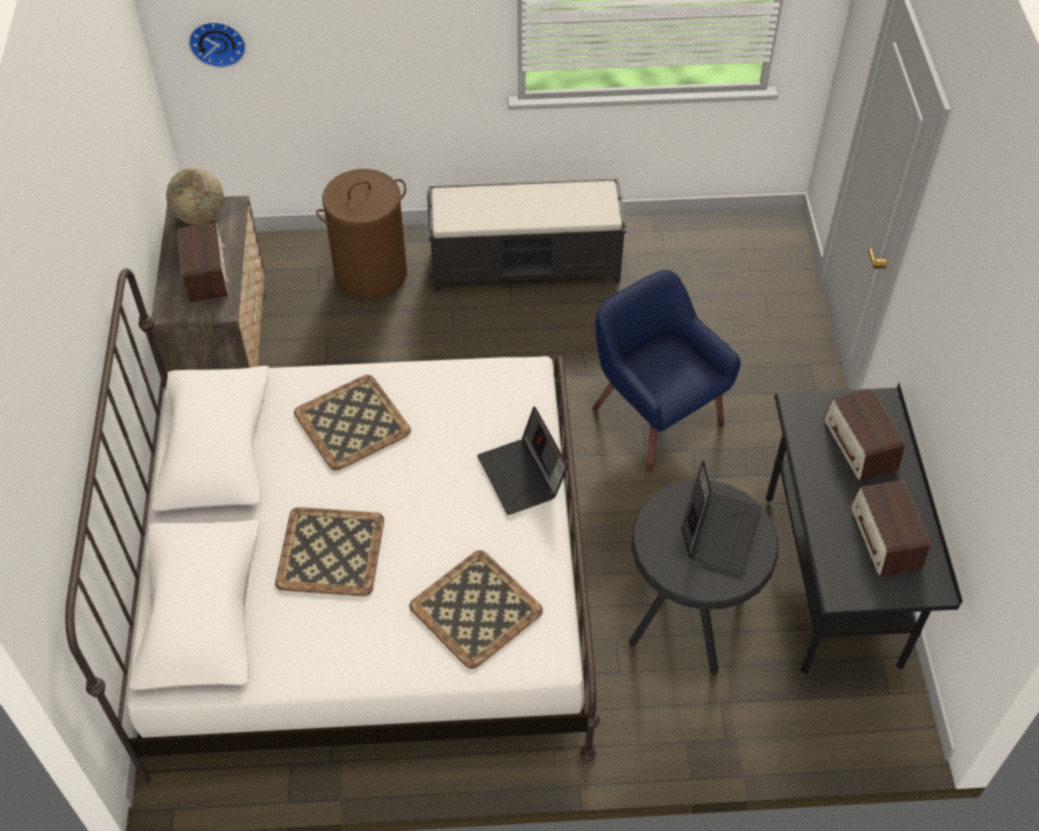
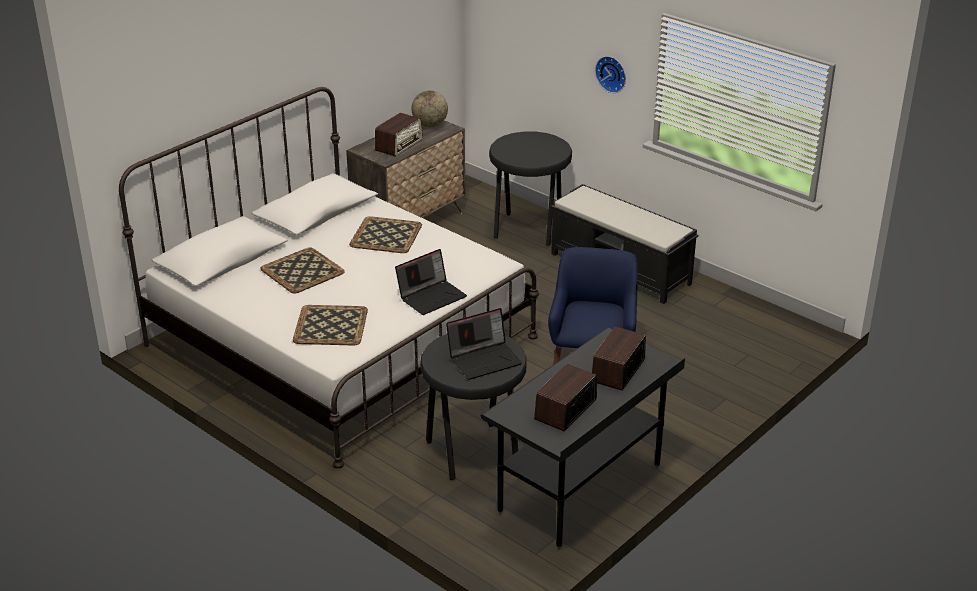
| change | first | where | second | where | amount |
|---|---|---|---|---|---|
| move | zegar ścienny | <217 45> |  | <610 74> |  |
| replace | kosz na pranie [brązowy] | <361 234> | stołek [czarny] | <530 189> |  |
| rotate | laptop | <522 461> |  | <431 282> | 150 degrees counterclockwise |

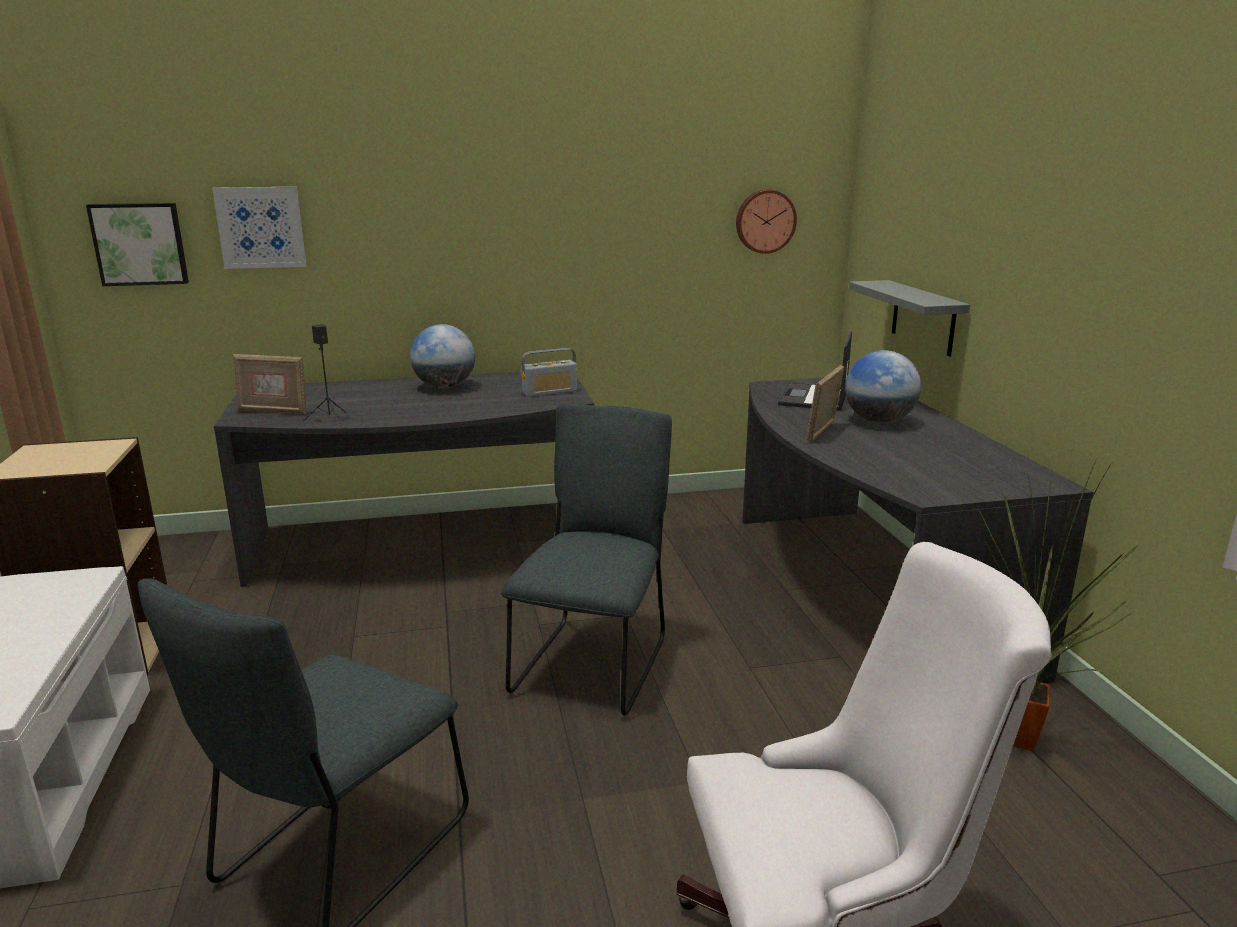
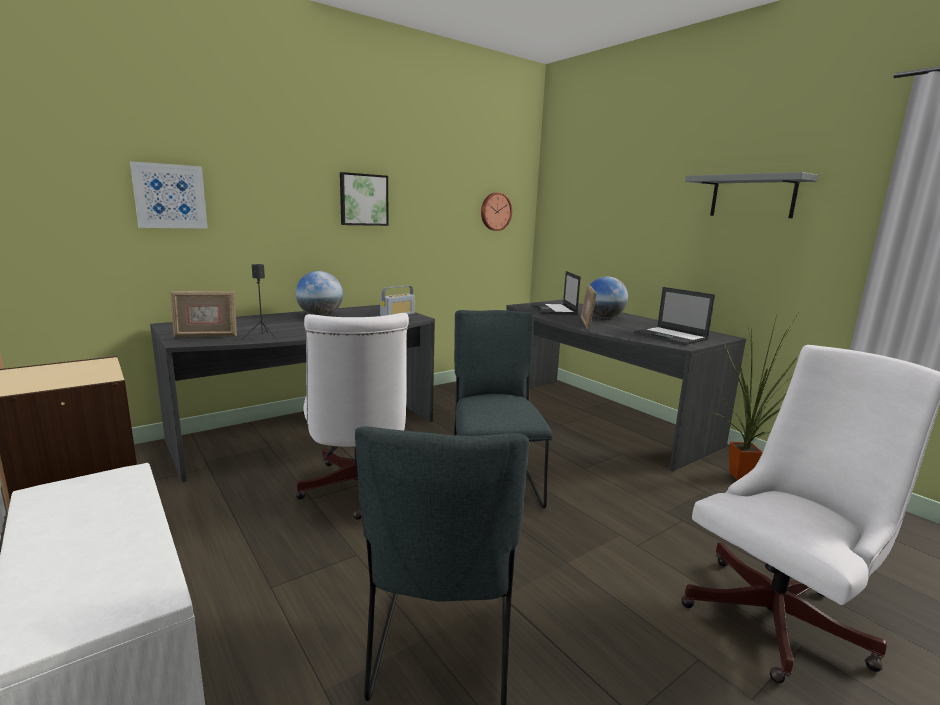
| change | first | where | second | where | amount |
|---|---|---|---|---|---|
| move | obraz | <137 244> |  | <364 199> |  |
| move | półka [szary] | <909 318> |  | <751 195> |  |
| insert |  |  | krzesło biurowe [biały] | <352 416> |  |
| insert |  |  | laptop | <674 316> |  |

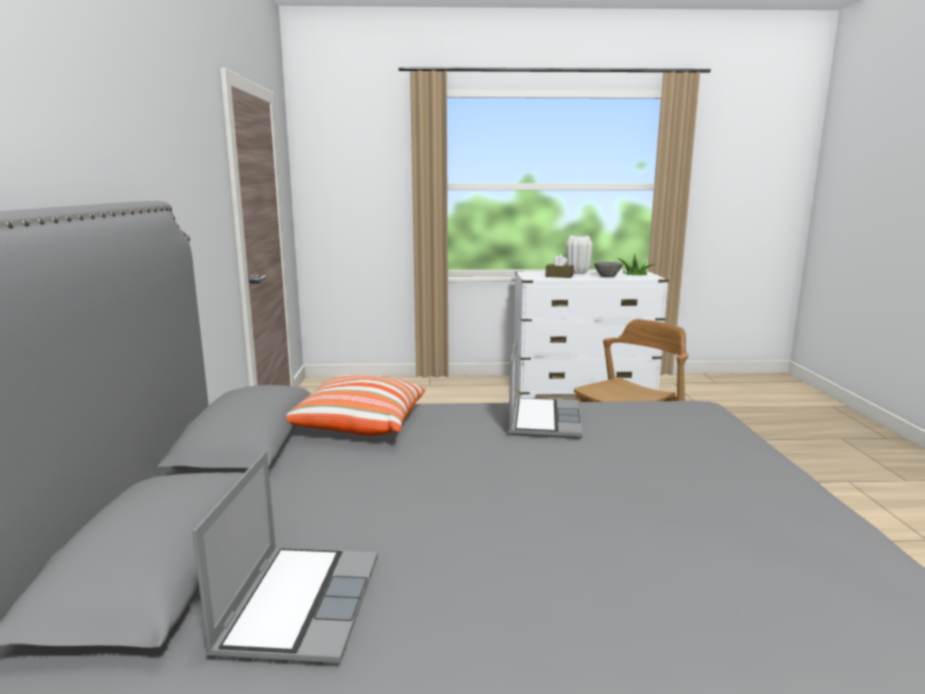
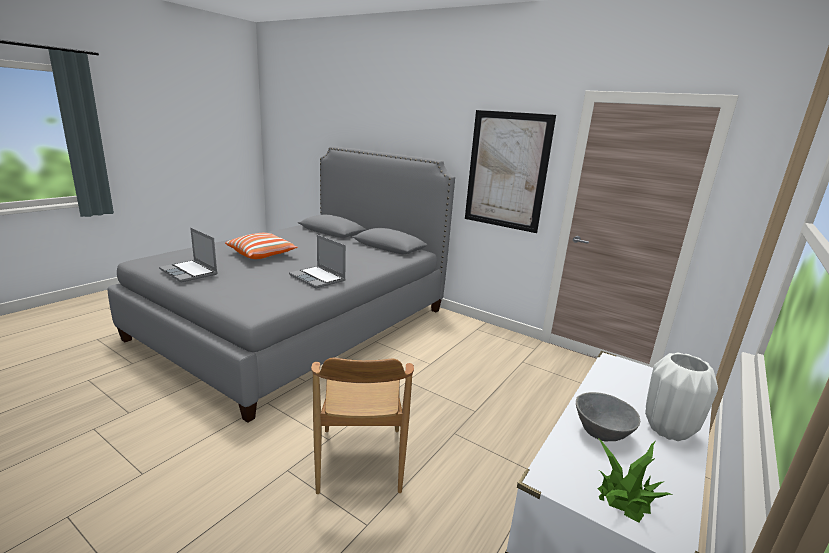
| change | first | where | second | where | amount |
|---|---|---|---|---|---|
| move | laptop | <285 557> |  | <188 255> |  |
| move | poduszka | <355 405> |  | <261 246> |  |
| delete | pudełko chusteczek [brązowy] | <560 266> |  |  |  |
| insert |  |  | obraz | <510 171> |  |

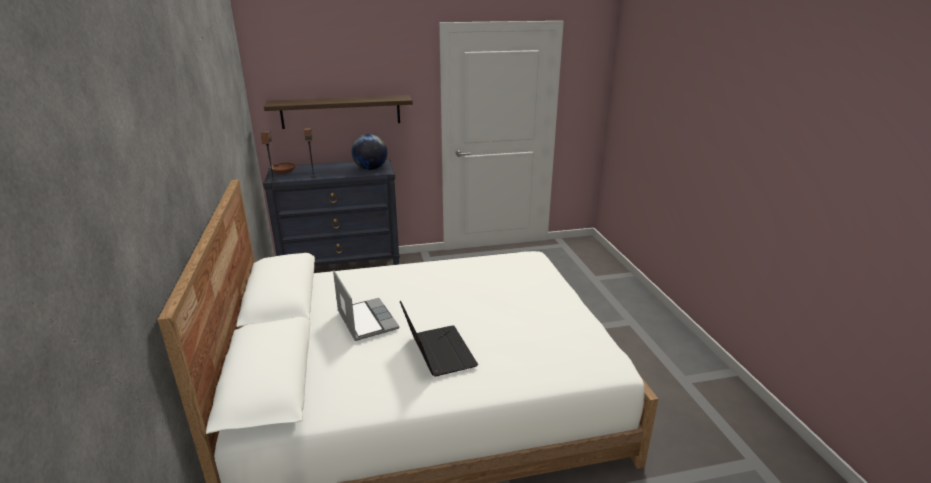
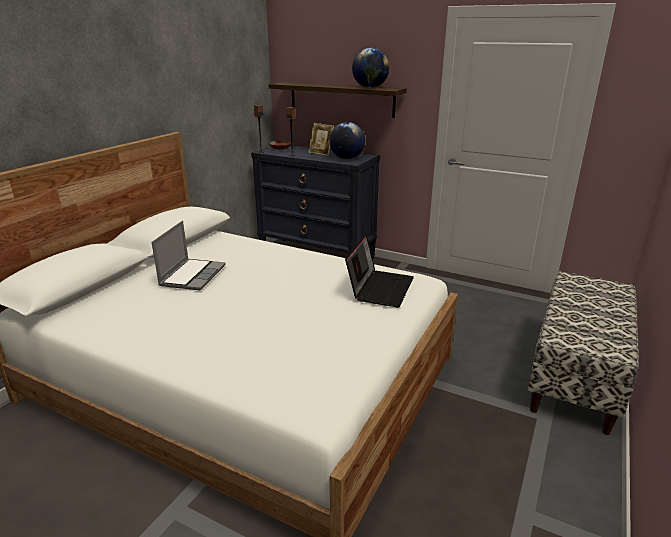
| change | first | where | second | where | amount |
|---|---|---|---|---|---|
| move | laptop | <439 338> |  | <379 271> |  |
| insert |  |  | ramka na zdjęcie | <321 139> |  |
| insert |  |  | globus | <371 67> |  |
| insert |  |  | ławka | <583 353> |  |

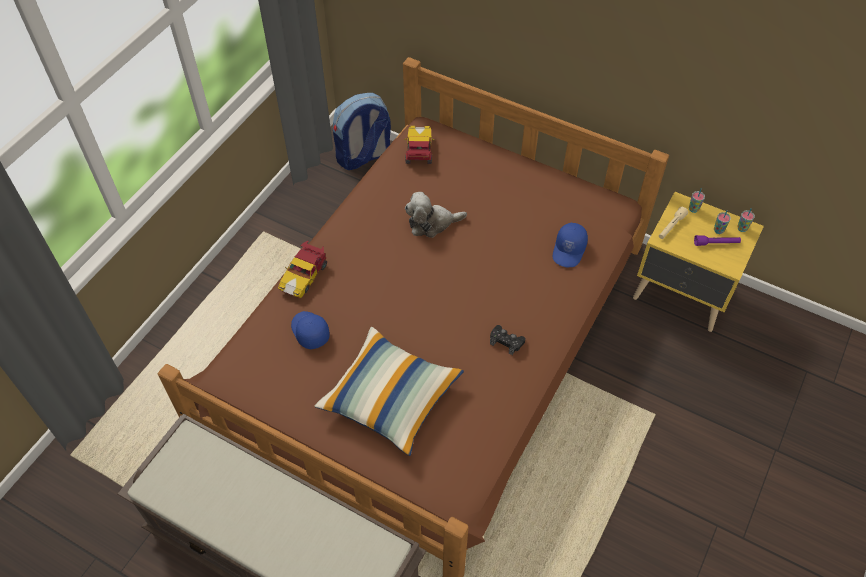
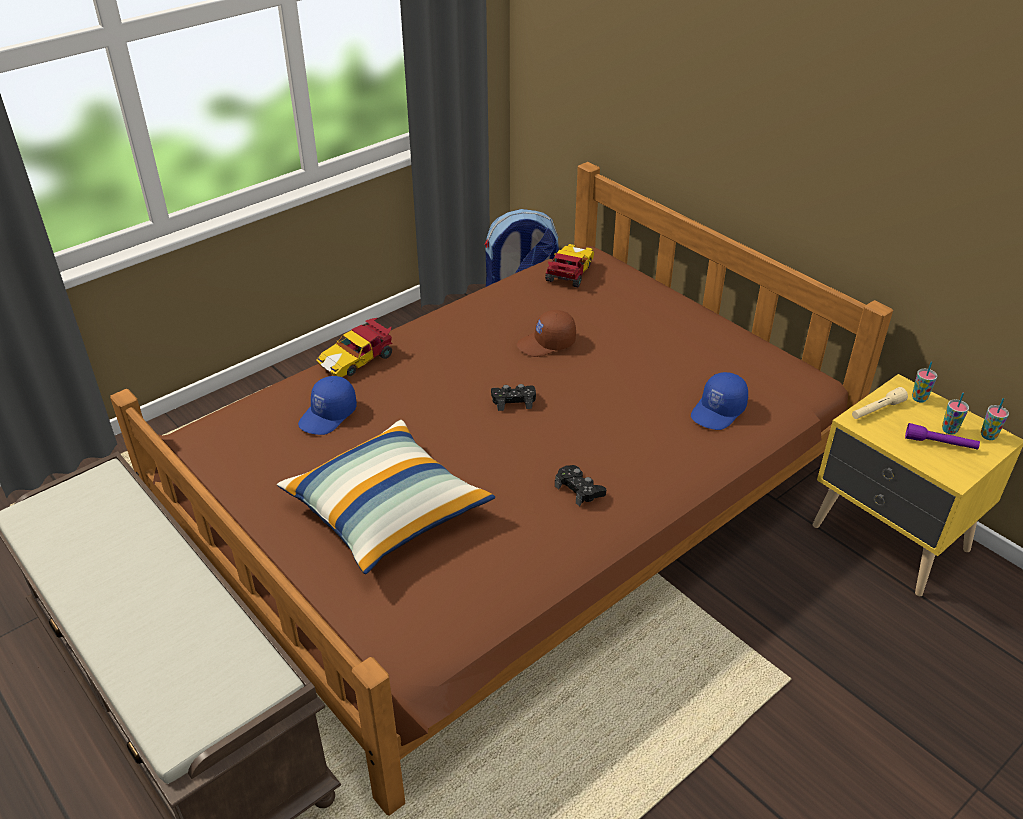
| change | first | where | second | where | amount |
|---|---|---|---|---|---|
| rotate | czapka z daszkiem [niebieski] | <310 330> |  | <327 405> | 135 degrees counterclockwise |
| replace | pluszak | <436 215> | czapka z daszkiem [brązowy] | <546 333> |  |
| insert |  |  | pad do gier [czarny] | <513 397> |  |

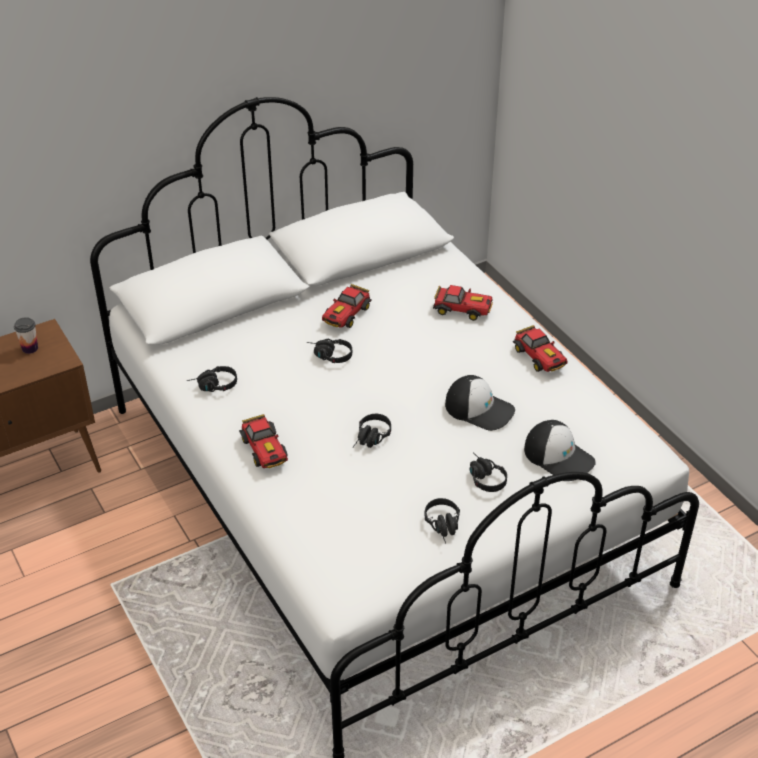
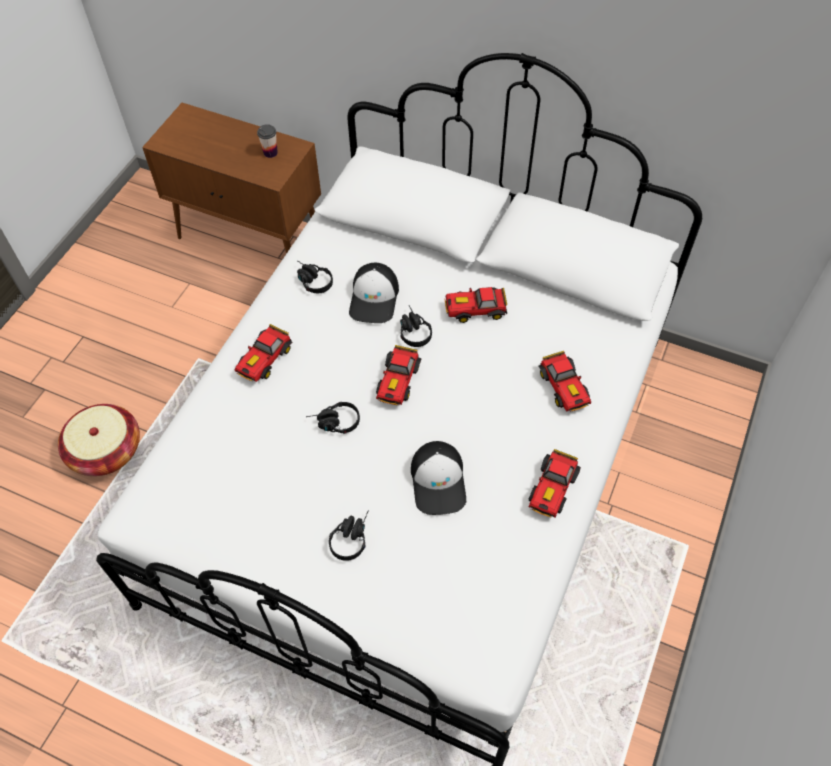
| change | first | where | second | where | amount |
|---|---|---|---|---|---|
| delete | słuchawki [czarny] | <442 521> |  |  |  |
| move | czapka z daszkiem | <560 450> |  | <374 293> |  |
| insert |  |  | koszyk | <99 440> |  |
| insert |  |  | samochodzik | <399 375> |  |

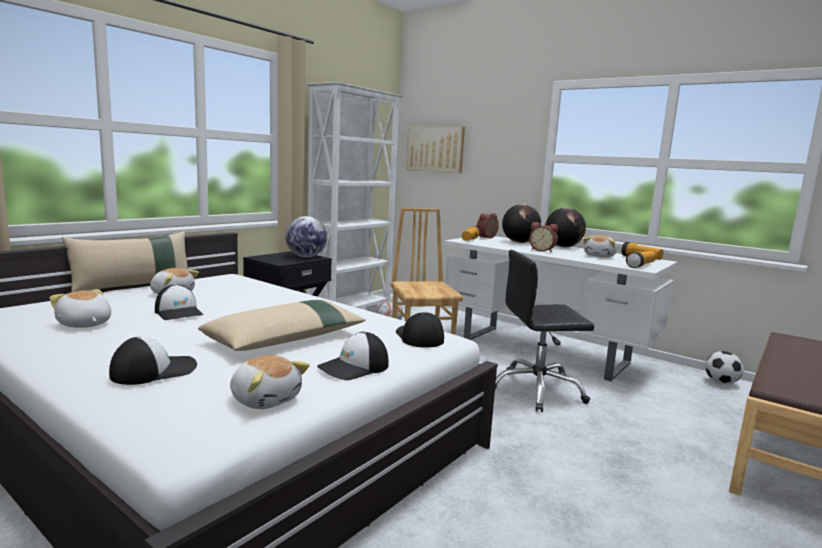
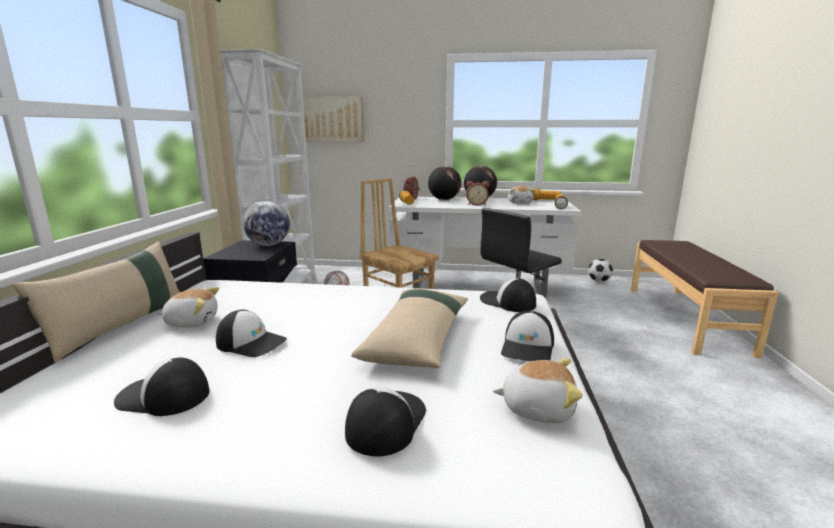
| change | first | where | second | where | amount |
|---|---|---|---|---|---|
| replace | pluszak | <80 308> | czapka z daszkiem | <162 387> |  |

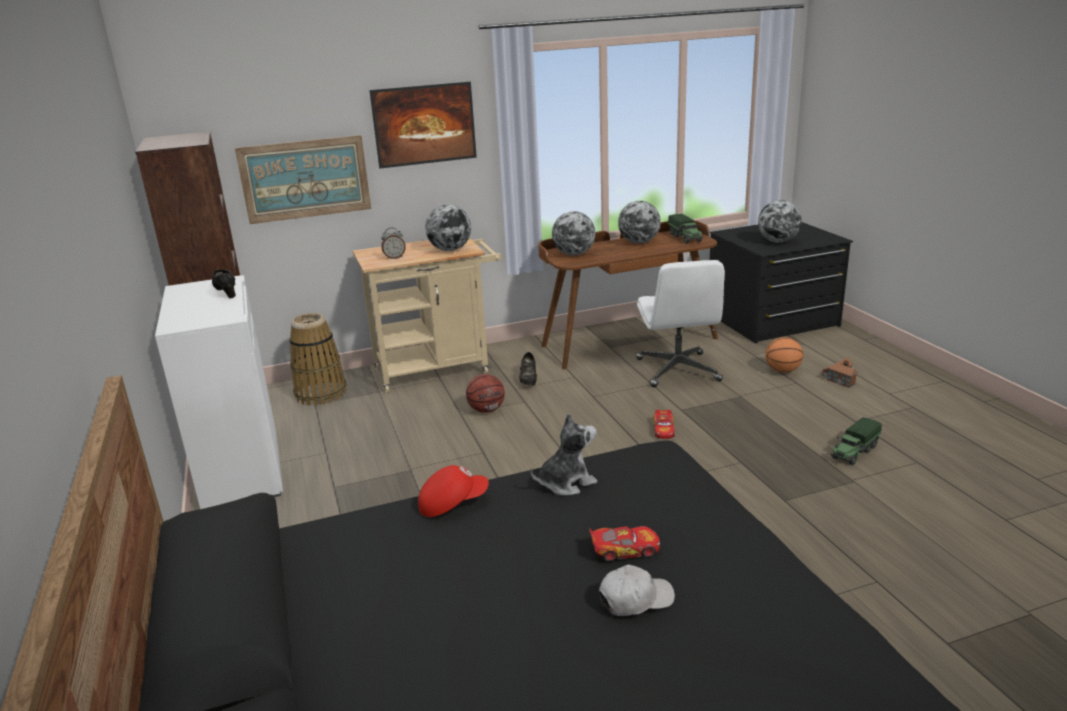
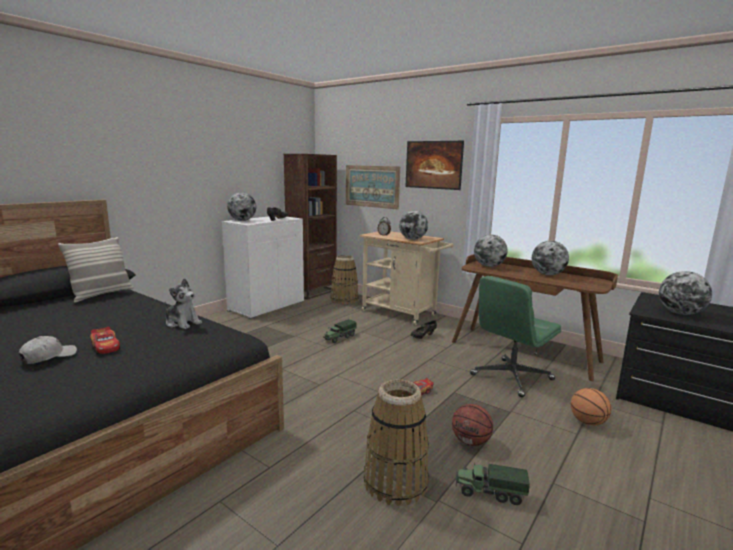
| change | first | where | second | where | amount |
|---|---|---|---|---|---|
| delete | czapka z daszkiem [czerwony] | <453 491> |  |  |  |
| move | piłka do koszykówki | <485 393> |  | <472 425> |  |
| rotate | czapka z daszkiem [biały] | <637 590> |  | <48 350> | 90 degrees counterclockwise |
| recolor | krzesło biurowe [biały] | <680 323> | krzesło biurowe [zielony] | <515 336> |  |
| move | ciężarówka zabawkowa | <685 229> |  | <340 331> |  |
| delete | domek | <840 372> |  |  |  |
| insert |  |  | poduszka | <96 270> |  |
| insert |  |  | globus | <241 207> |  |
| insert |  |  | koszyk | <396 442> |  |

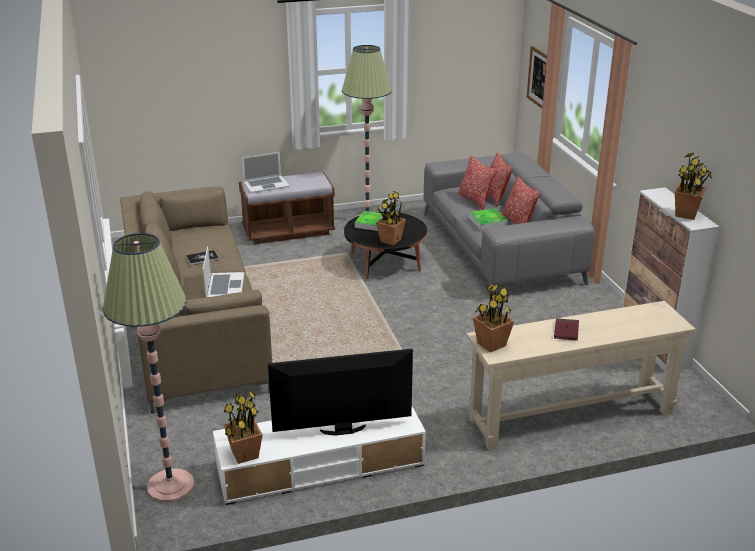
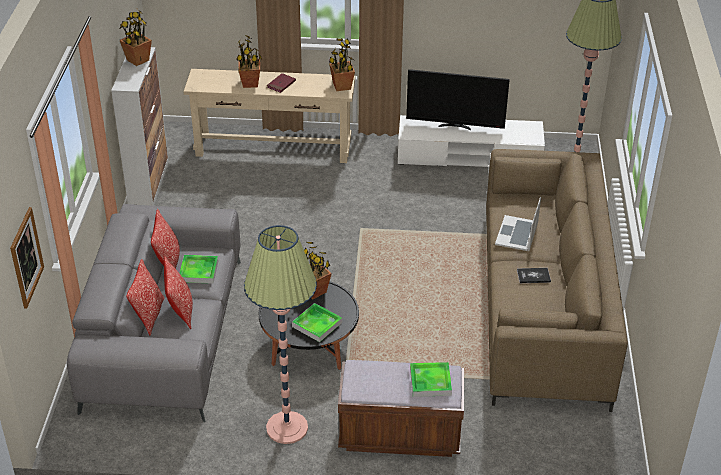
| change | first | where | second | where | amount |
|---|---|---|---|---|---|
| move | roślina doniczkowa | <243 427> |  | <249 61> |  |
| replace | laptop | <265 172> | taca | <431 379> |  |

